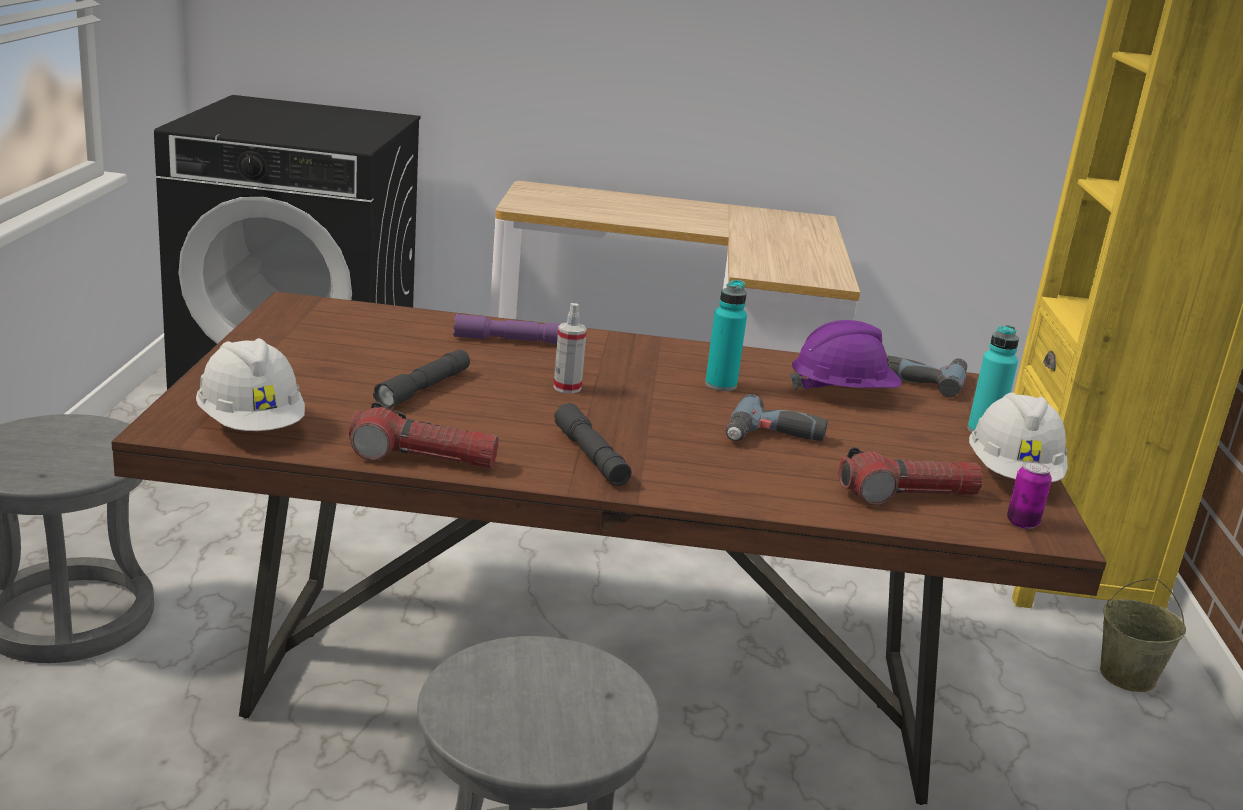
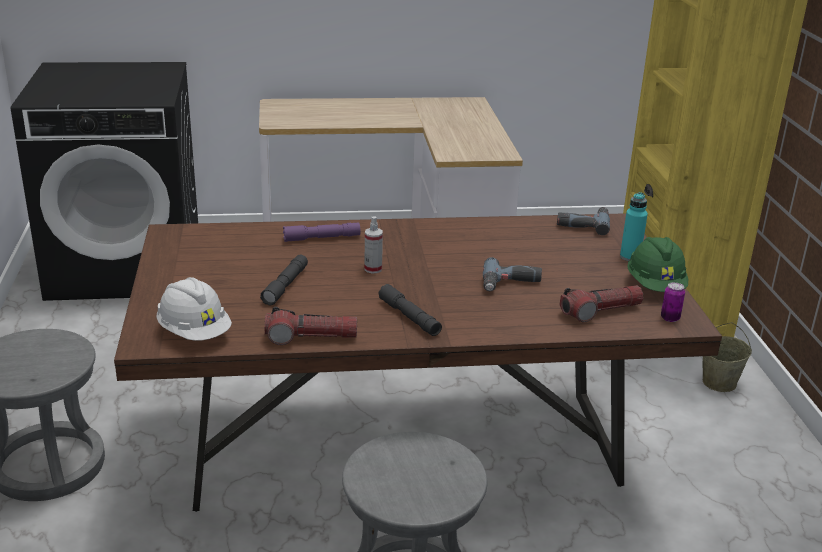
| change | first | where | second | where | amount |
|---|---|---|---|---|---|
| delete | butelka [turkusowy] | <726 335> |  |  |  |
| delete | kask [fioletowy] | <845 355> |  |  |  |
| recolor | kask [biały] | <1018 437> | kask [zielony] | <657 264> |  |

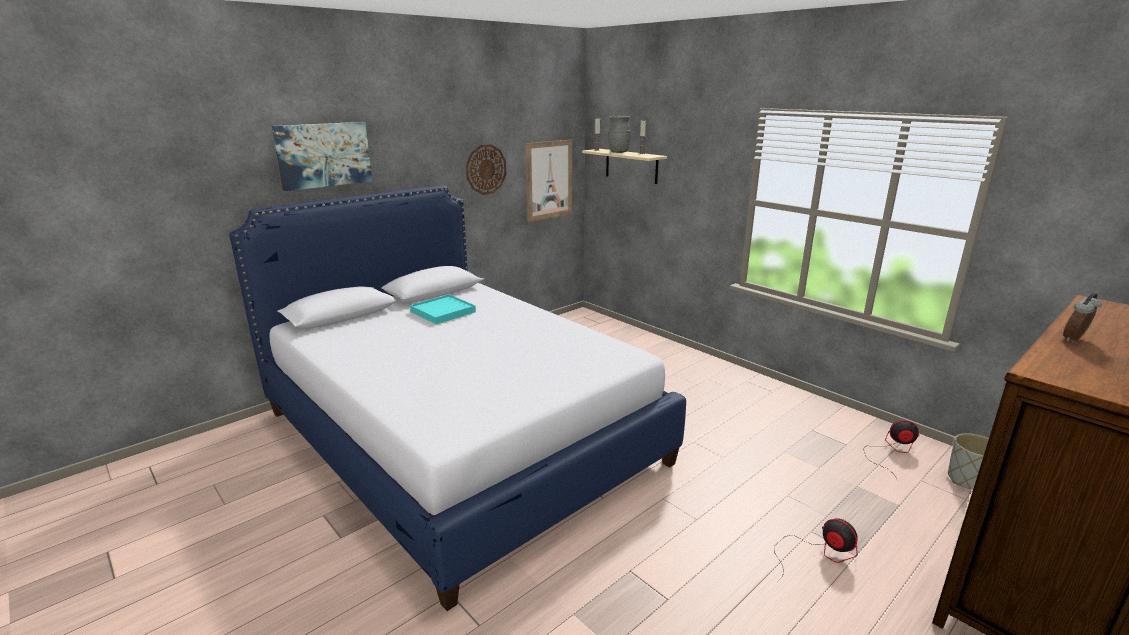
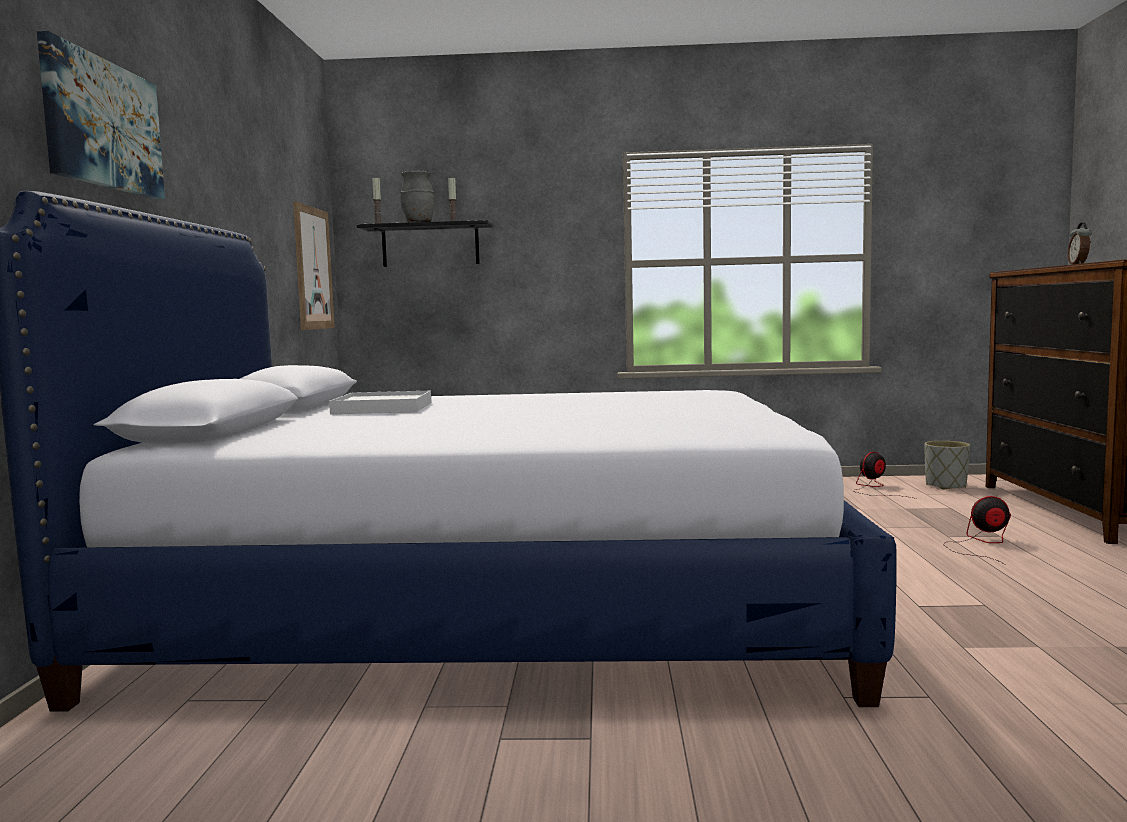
| change | first | where | second | where | amount |
|---|---|---|---|---|---|
| recolor | taca [turkusowy] | <443 309> | taca [biały] | <380 402> |  |
| delete | zegar ścienny | <486 169> |  |  |  |
| recolor | półka [beżowy] | <624 166> | półka [czarny] | <425 243> |  |

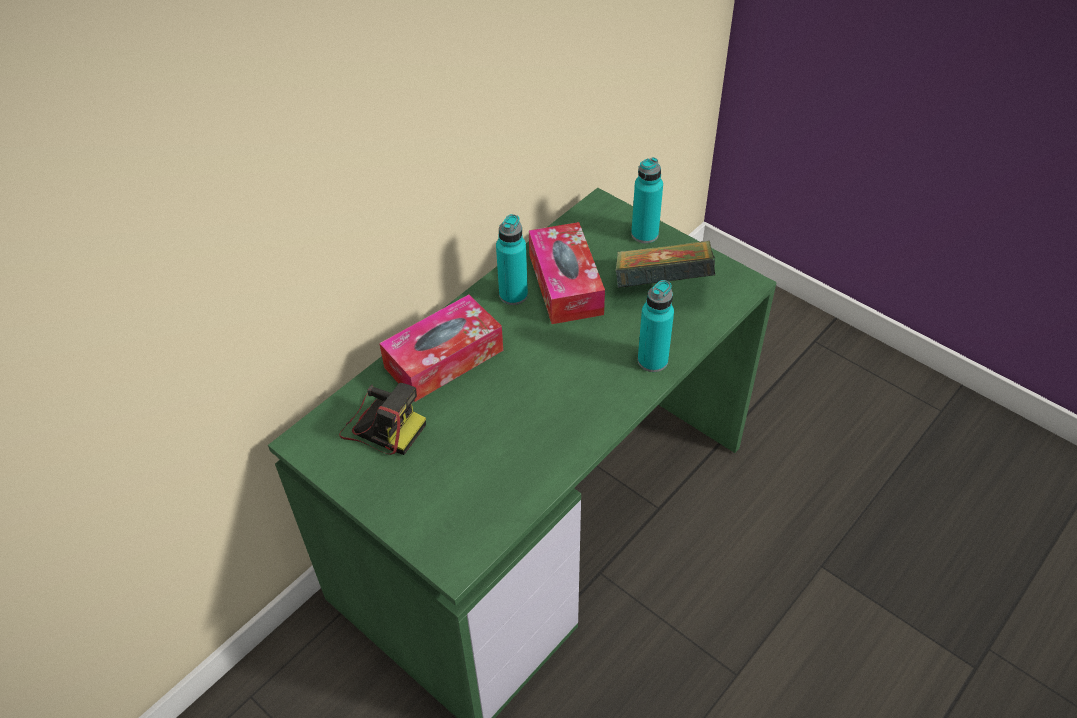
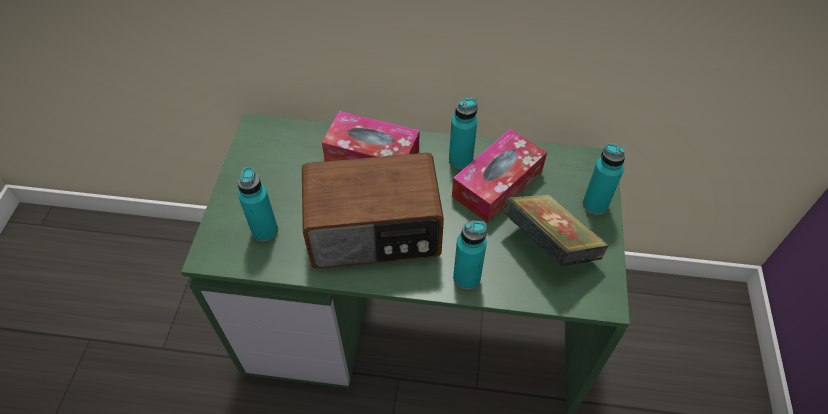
| change | first | where | second | where | amount |
|---|---|---|---|---|---|
| delete | aparat fotograficzny | <382 419> |  |  |  |
| insert |  |  | butelka [turkusowy] | <257 204> |  |
| insert |  |  | radio | <373 211> |  |

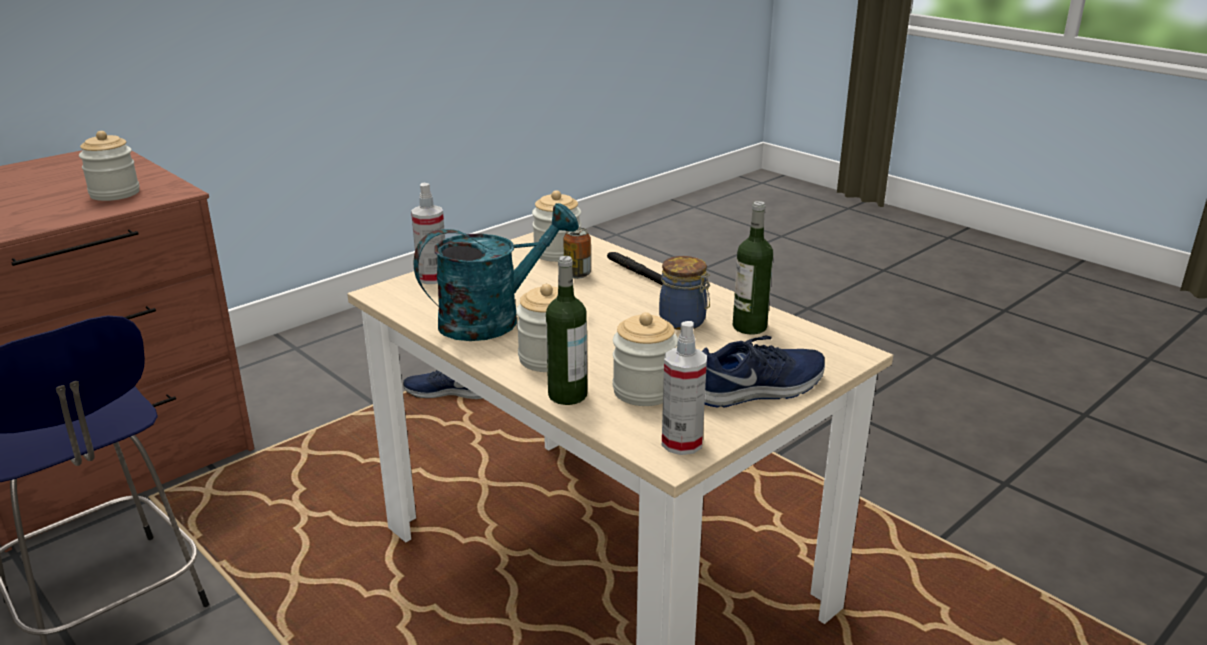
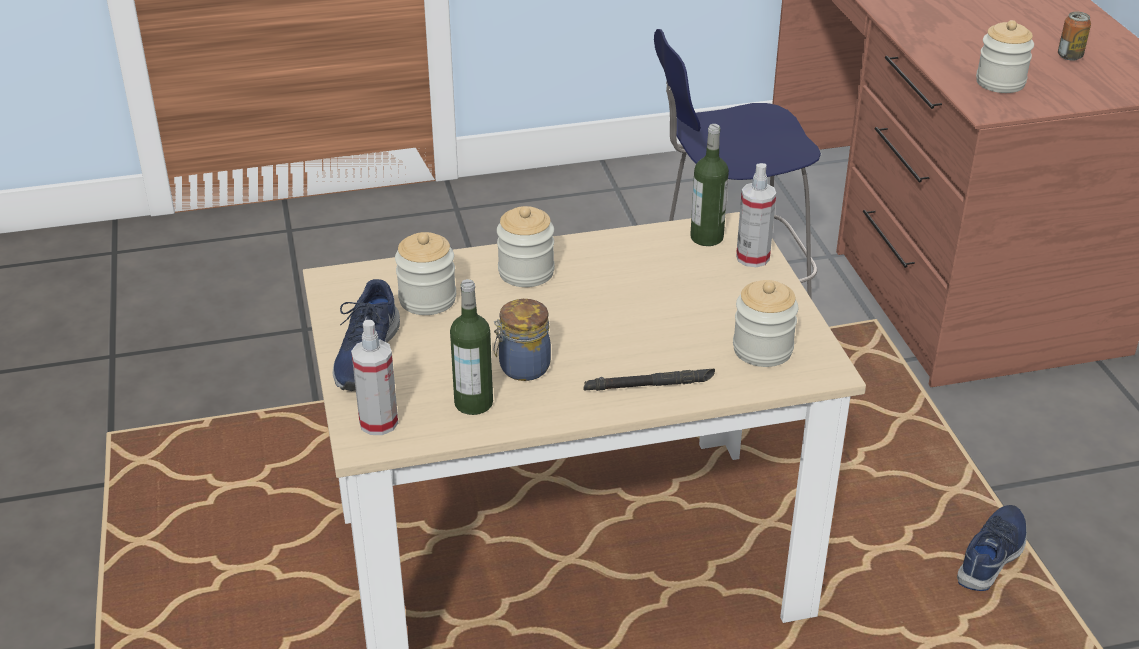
| change | first | where | second | where | amount |
|---|---|---|---|---|---|
| delete | konewka [turkusowy] | <496 272> |  |  |  |
| move | butelka | <566 330> |  | <709 185> |  |
| move | puszka | <577 253> |  | <1074 36> |  |
| move | spryskiwacz | <684 388> |  | <374 377> |  |

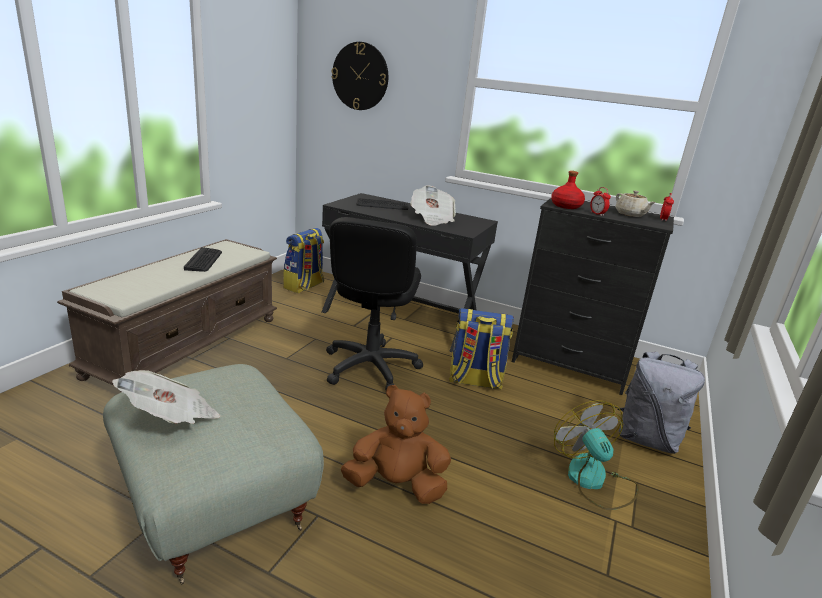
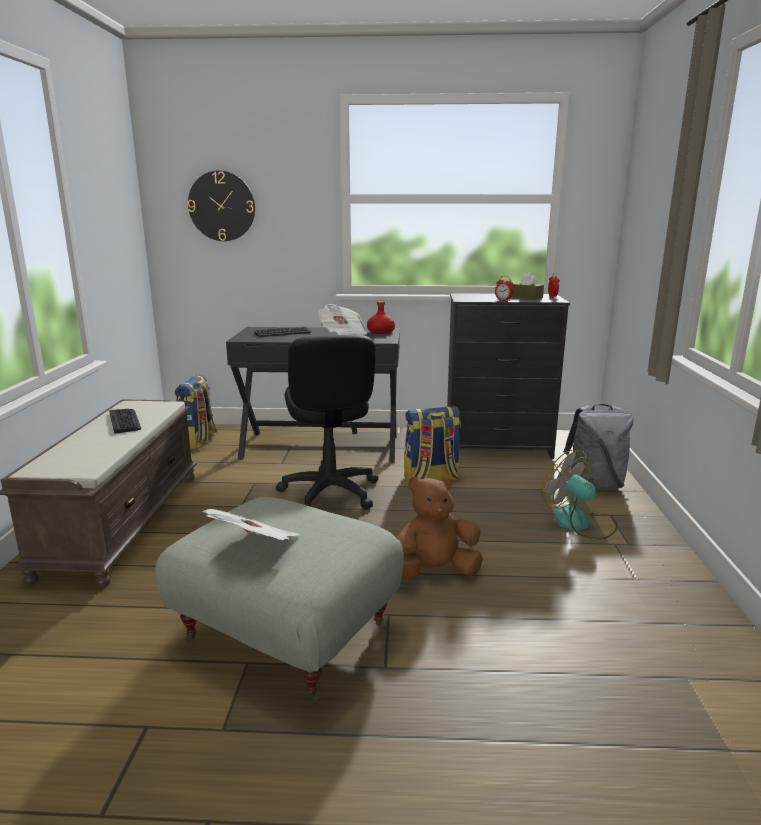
| change | first | where | second | where | amount |
|---|---|---|---|---|---|
| move | butelka [czerwony] | <568 190> |  | <381 317> |  |
| replace | imbryk [beżowy] | <636 203> | pudełko chusteczek [brązowy] | <527 285> |  |

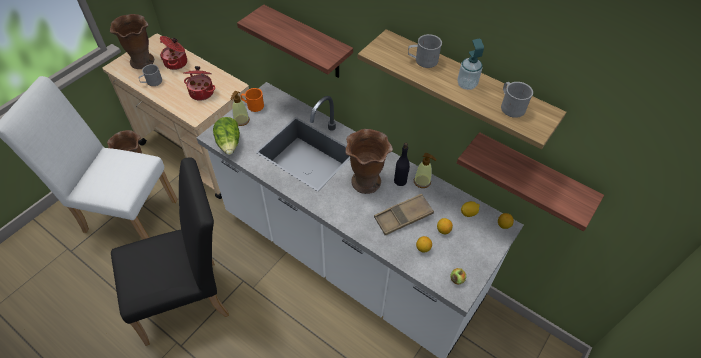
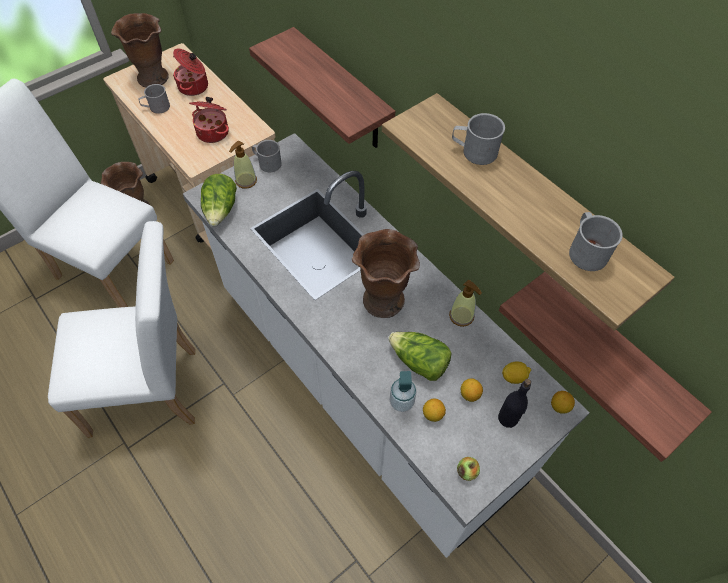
| change | first | where | second | where | amount |
|---|---|---|---|---|---|
| recolor | krzesło [czarny] | <170 251> | krzesło [biały] | <121 329> |  |
| recolor | kubek [pomarańczowy] | <252 100> | kubek [szary] | <267 156> |  |
| replace | taca [brązowy] | <404 214> | sałata | <420 356> |  |
| move | butelka [czarny] | <402 164> |  | <514 403> |  |
| move | dozownik mydła | <470 64> |  | <403 391> |  |

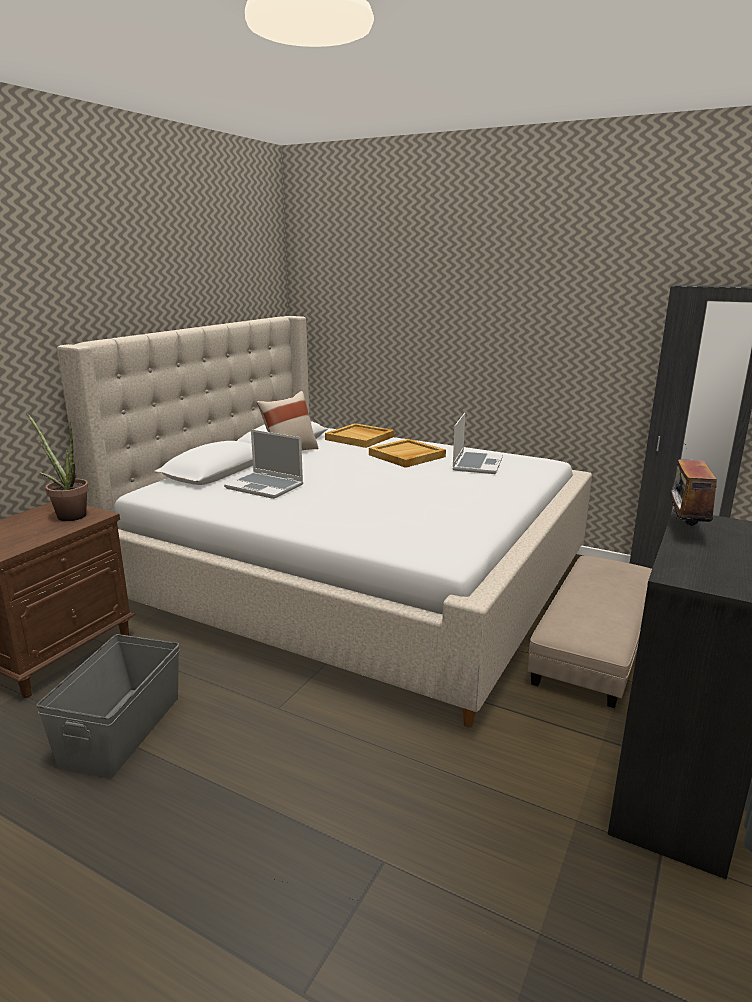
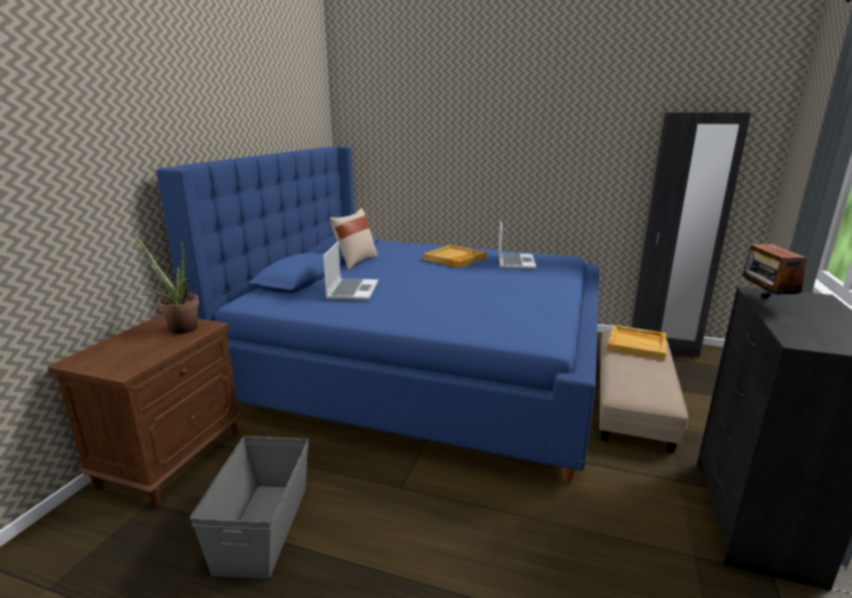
| change | first | where | second | where | amount |
|---|---|---|---|---|---|
| recolor | łóżko [beżowy] | <324 521> | łóżko [niebieski] | <377 315> |  |
| rotate | laptop | <263 464> |  | <350 271> | 105 degrees counterclockwise |
| move | taca [beżowy] | <360 435> |  | <636 342> |  |

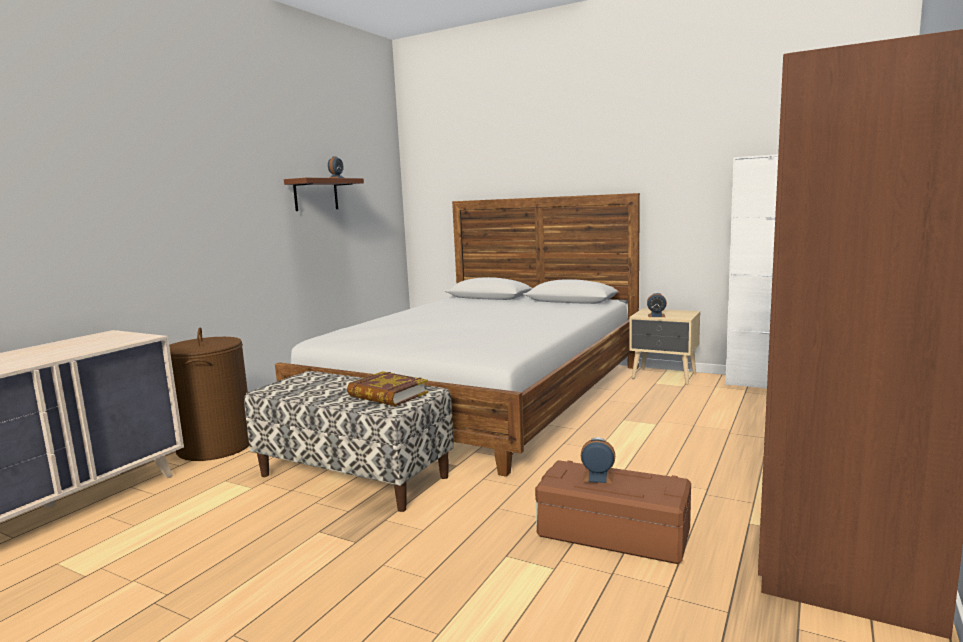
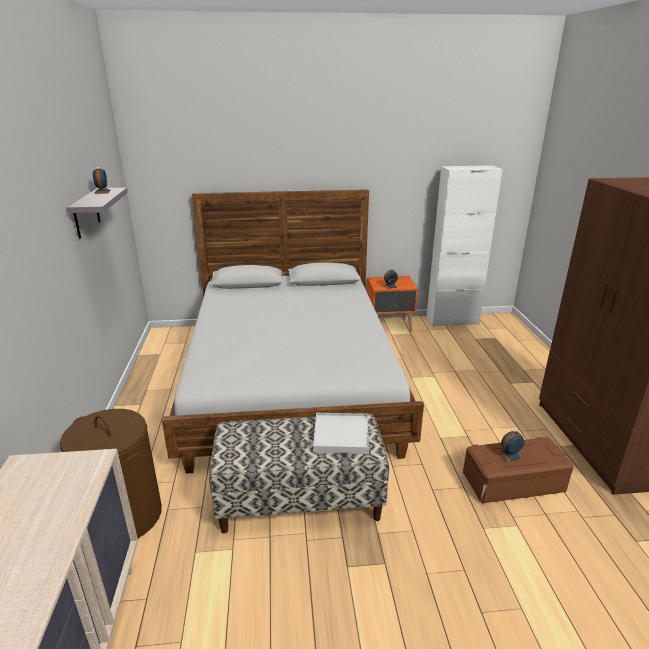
| change | first | where | second | where | amount |
|---|---|---|---|---|---|
| recolor | półka [brązowy] | <324 194> | półka [szary] | <97 213> |  |
| replace | książka | <387 388> | taca [biały] | <341 433> |  |
| recolor | szafka nocna [beżowy] | <664 347> | szafka nocna [pomarańczowy] | <392 303> |  |

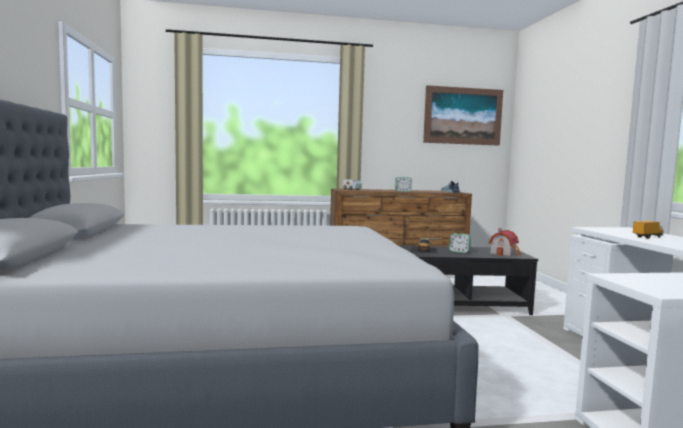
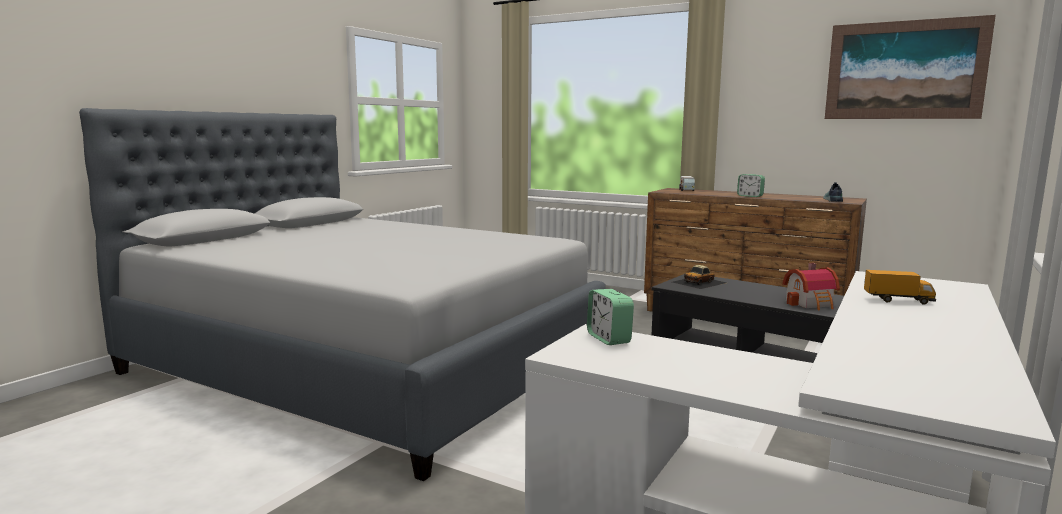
| change | first | where | second | where | amount |
|---|---|---|---|---|---|
| move | budzik | <460 243> |  | <610 317> |  |

